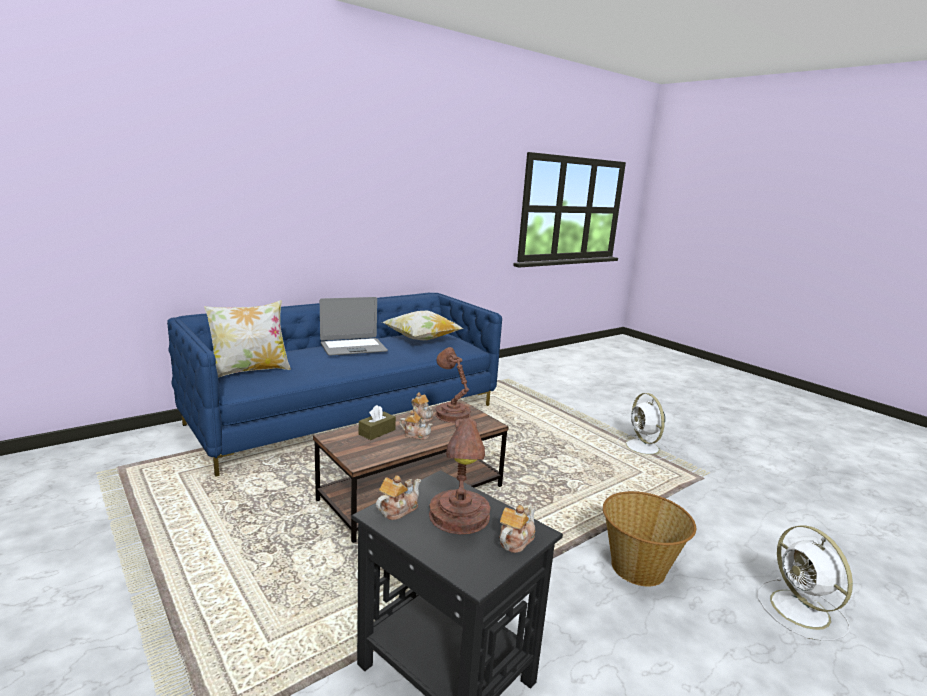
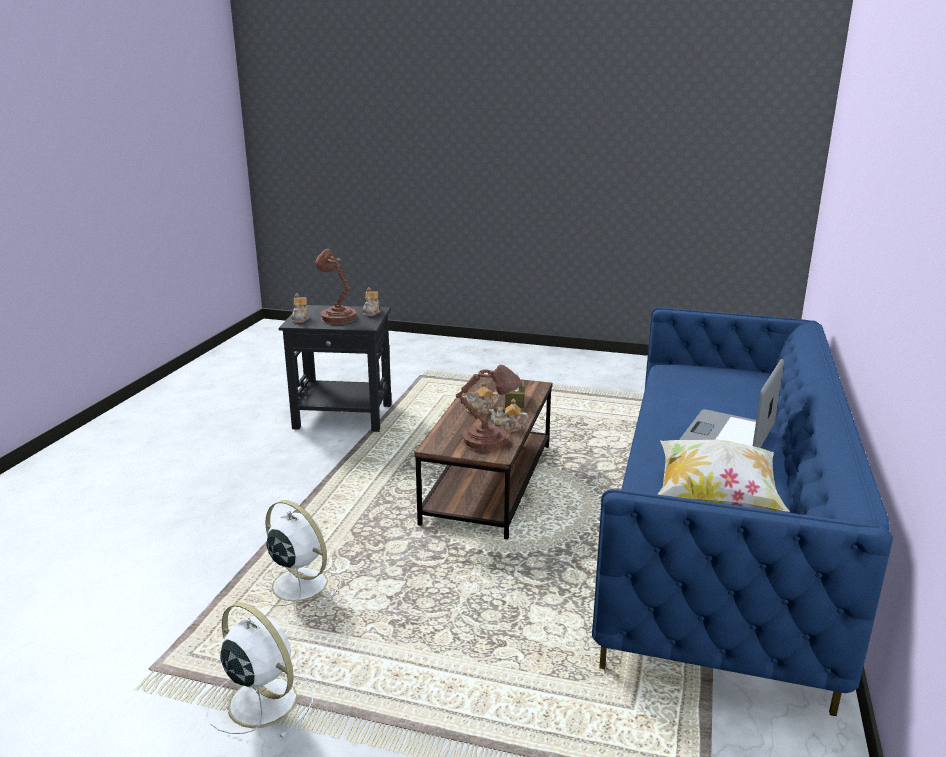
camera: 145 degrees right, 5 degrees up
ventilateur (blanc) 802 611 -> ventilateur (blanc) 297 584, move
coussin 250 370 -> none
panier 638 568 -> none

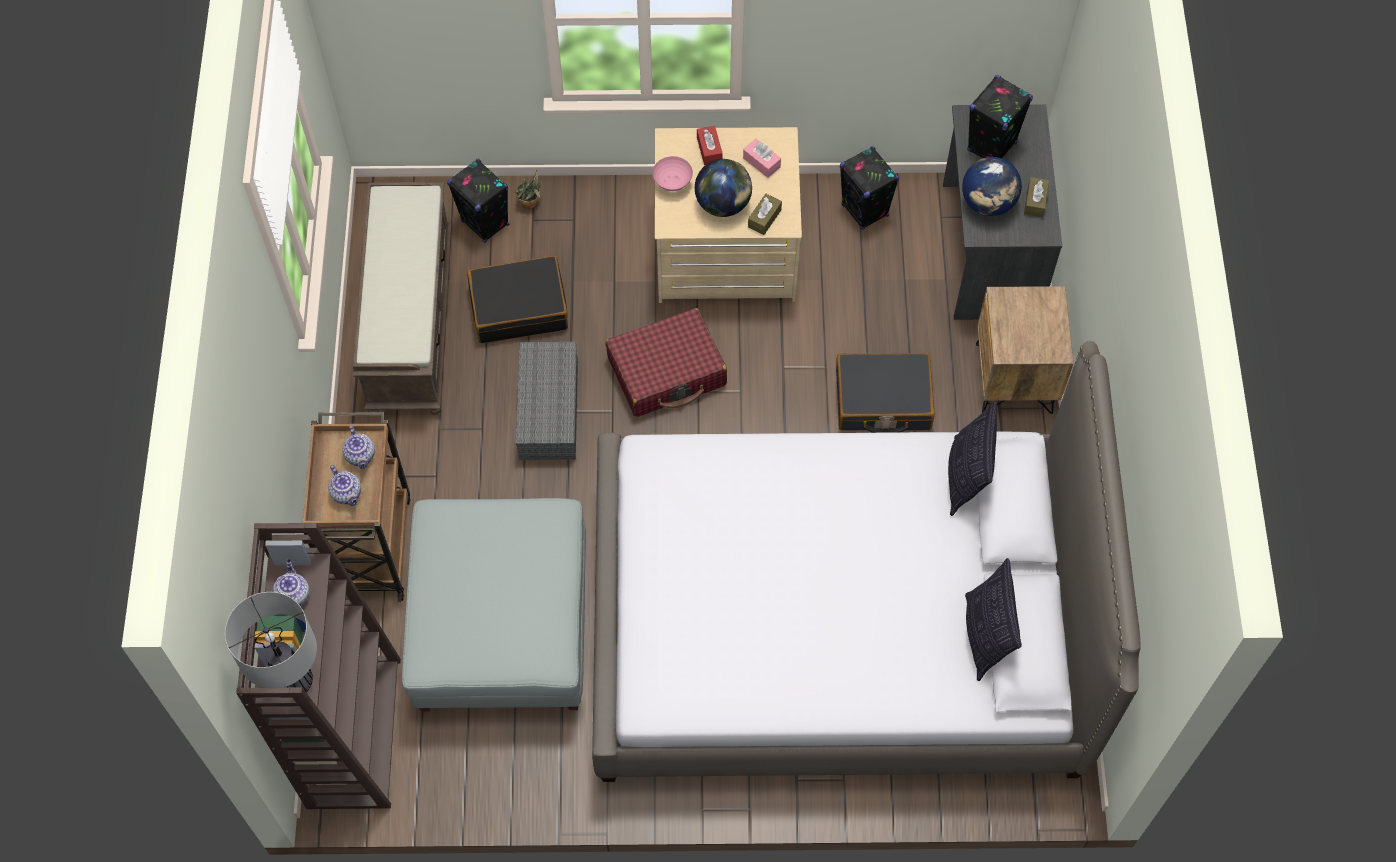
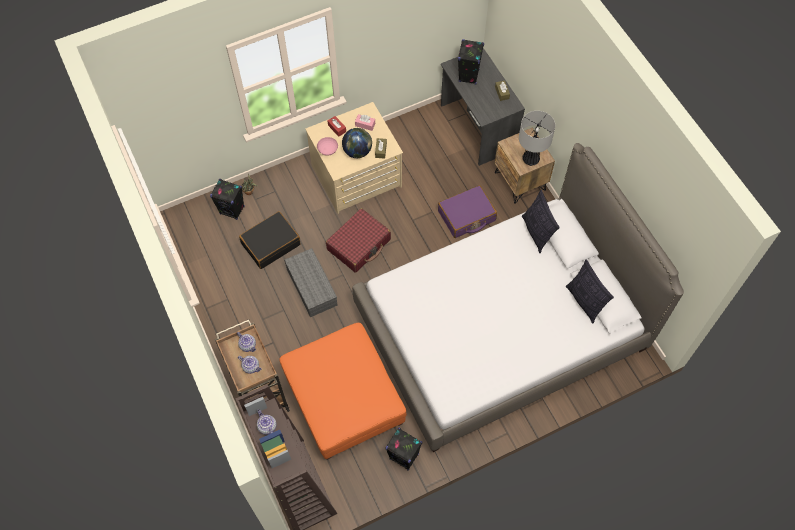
camera: 25 degrees left, 0 degrees up
pouf (gris) 503 626 -> pouf (orange) 345 400
enceinte (noir) 865 211 -> enceinte (noir) 404 457, move
valise (noir) 882 400 -> valise (violet) 466 216
lampe de table 293 682 -> lampe de table 530 160, move
banc (marron) 409 320 -> none
globe 988 203 -> none

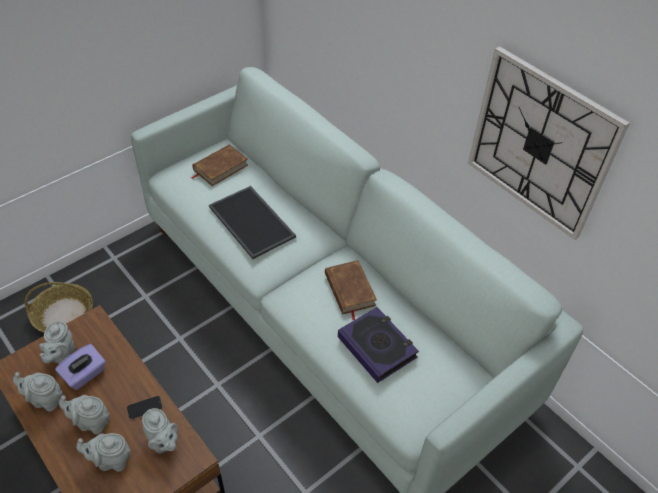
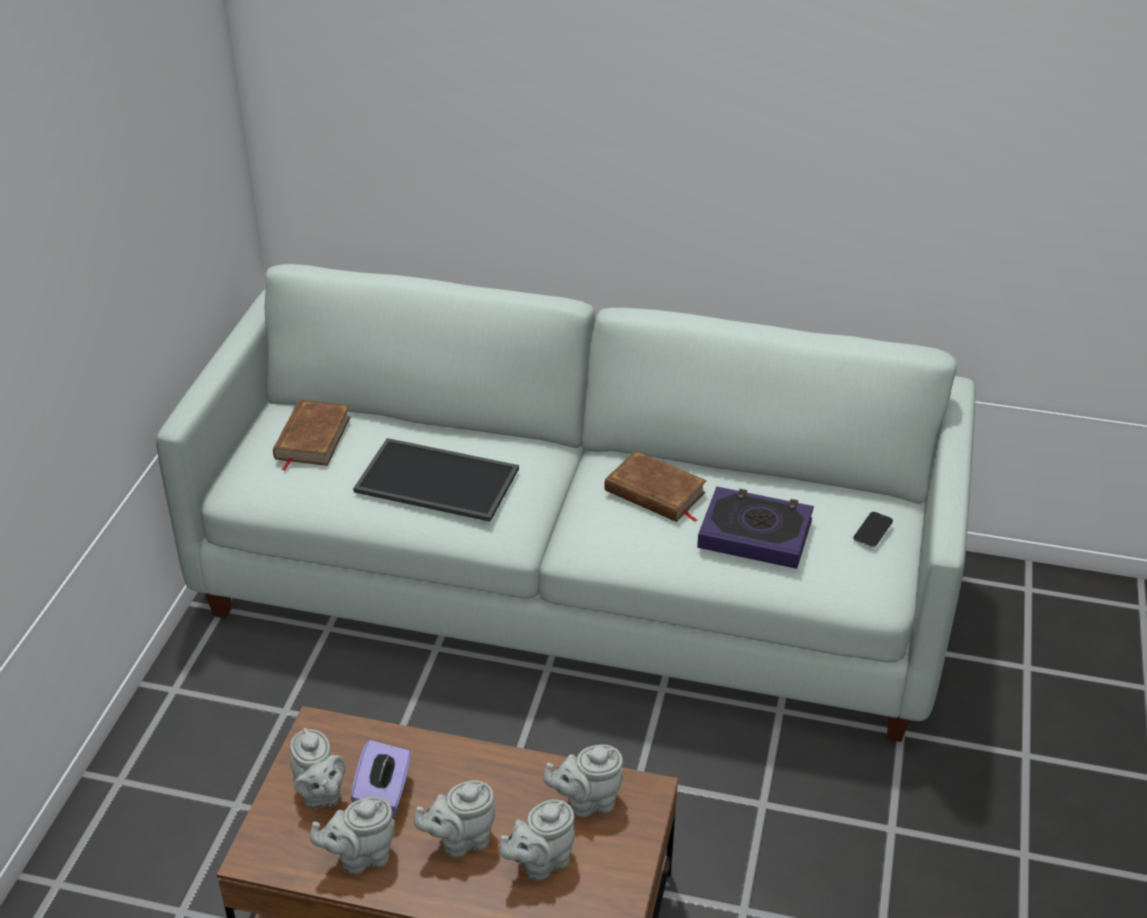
camera: 35 degrees left, 10 degrees down
théière (gris) 163 442 -> théière (gris) 587 802, 150 degrees clockwise
téléphone 145 408 -> téléphone 873 530, move
panier 63 315 -> none
horloge murale 540 144 -> none

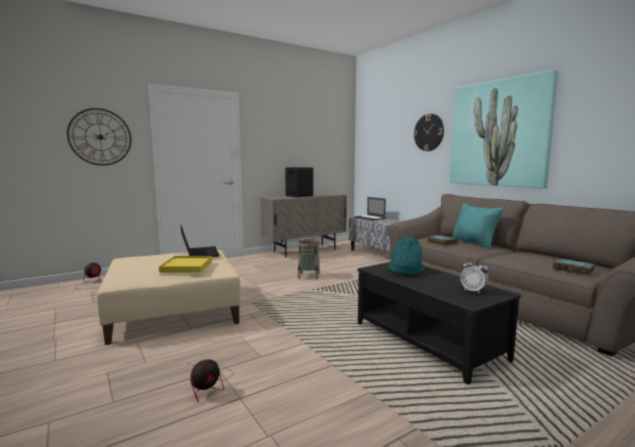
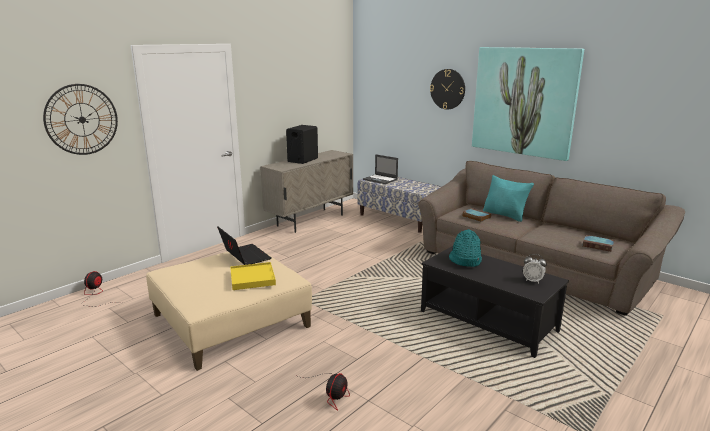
camera: 15 degrees left, 10 degrees up
panier 308 276 -> none

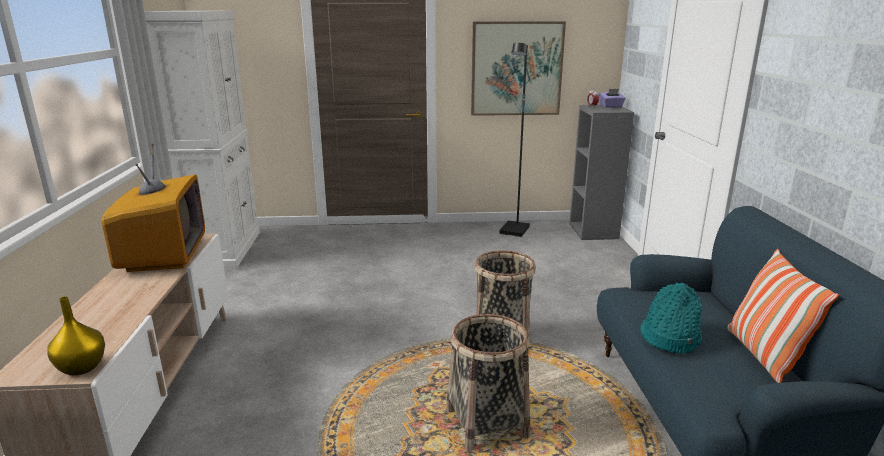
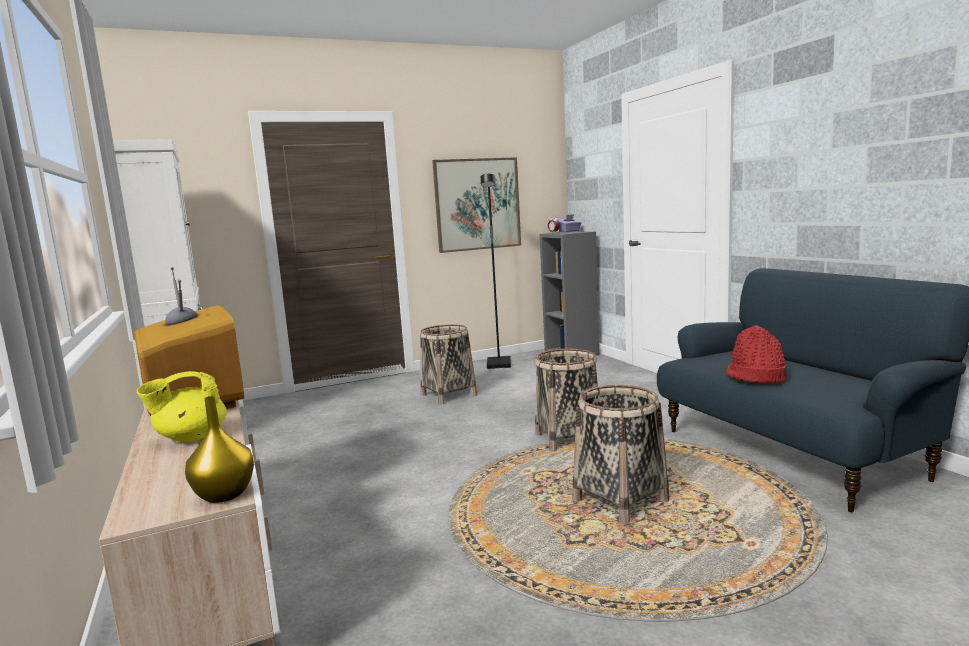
camera: 20 degrees left, 10 degrees down
none -> théière (jaune) 191 438
none -> panier 449 395
chapeau (turquoise) 669 337 -> chapeau (rouge) 755 377
coussin 763 355 -> none

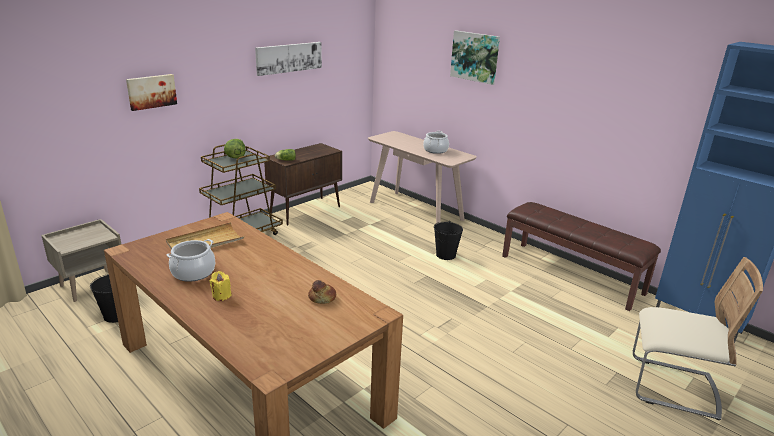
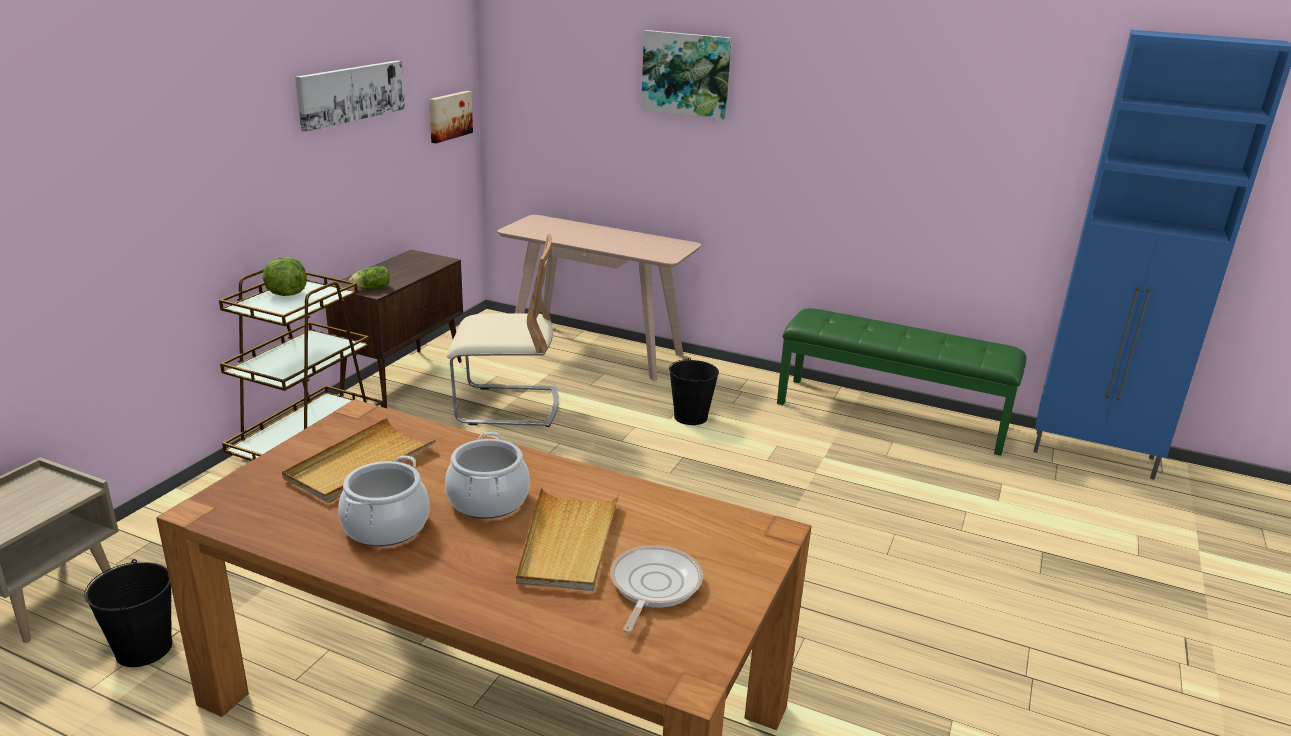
camera: 20 degrees left, 0 degrees up
tableau 151 91 -> tableau 449 116, move
marmite 435 150 -> marmite 488 500, move
chaise (beige) 672 387 -> chaise (beige) 507 406, move
none -> plateau (beige) 567 543
none -> poêle 653 586
banc (marron) 571 274 -> banc (vert) 891 414
bougie (jaune) 221 296 -> none
pain 322 298 -> none

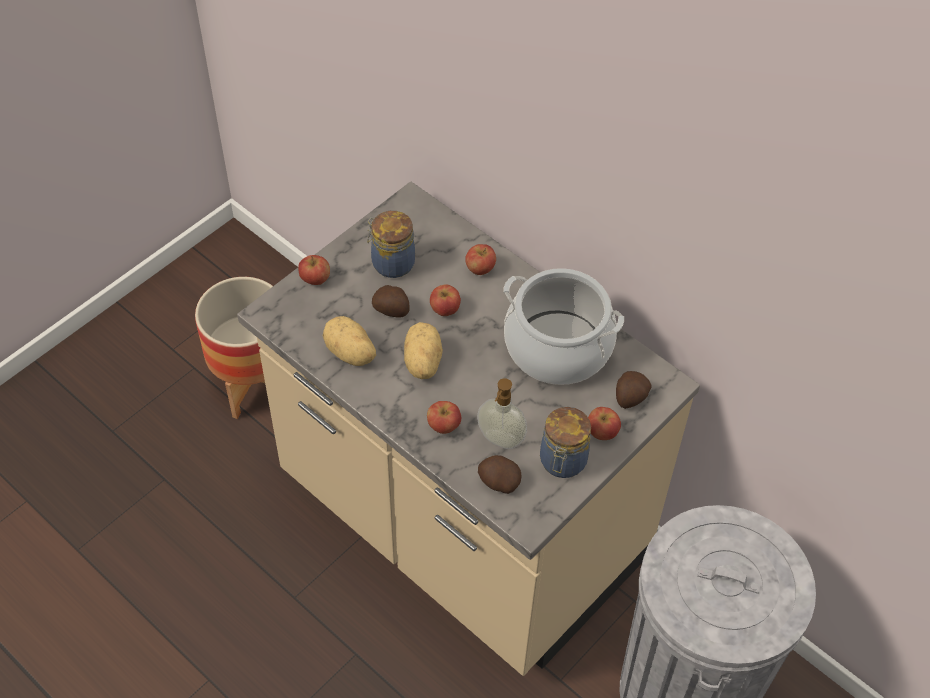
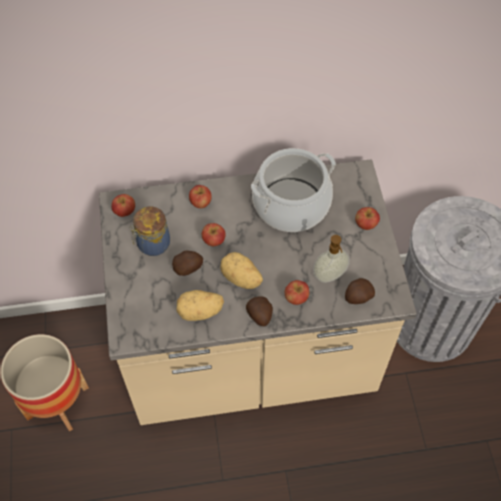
camera: 50 degrees left, 5 degrees up
pomme 315 279 -> pomme 125 212, move
pomme de terre 629 398 -> pomme de terre 260 316, move
bocal 562 462 -> none

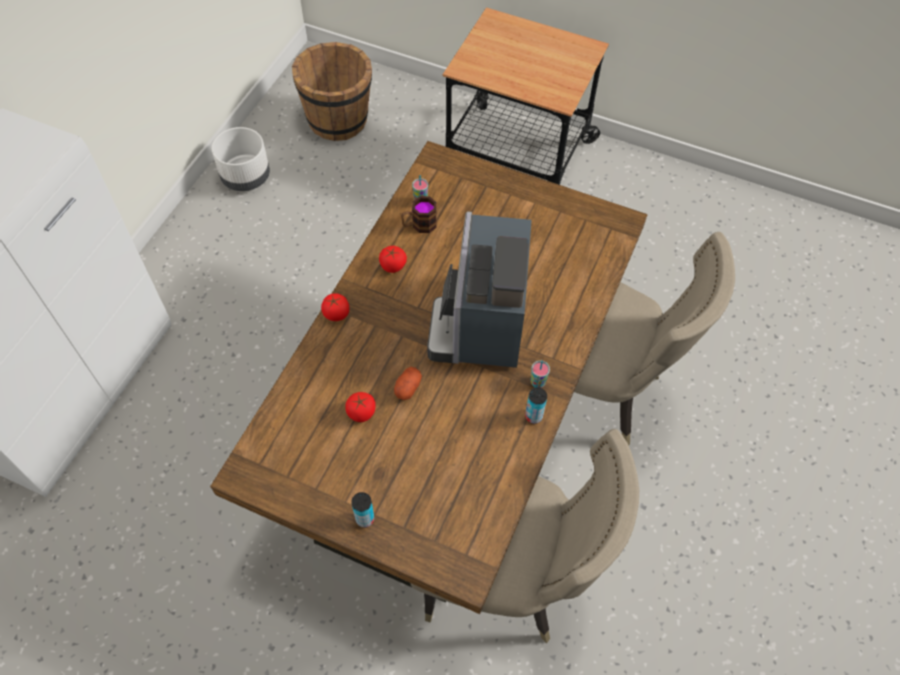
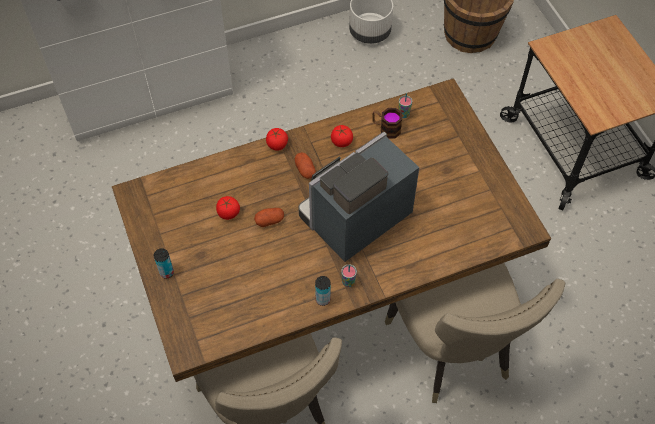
camera: 45 degrees right, 0 degrees up
none -> pomme de terre 305 170

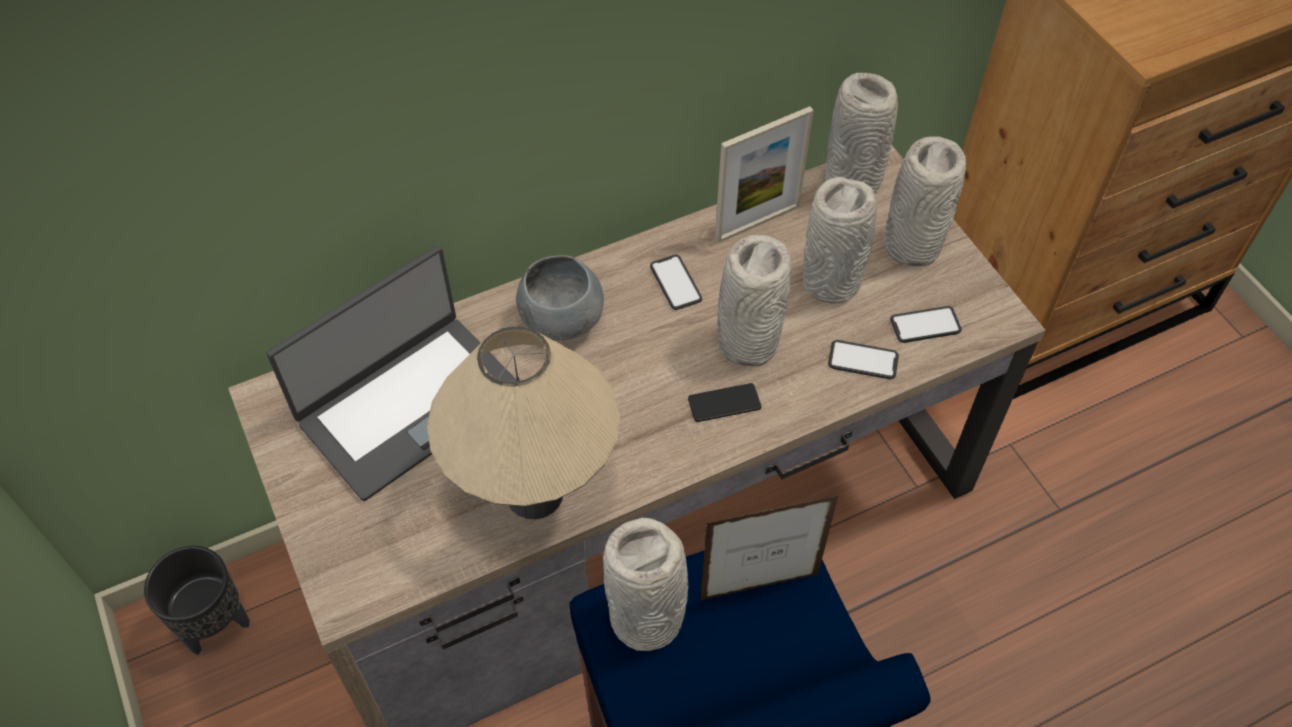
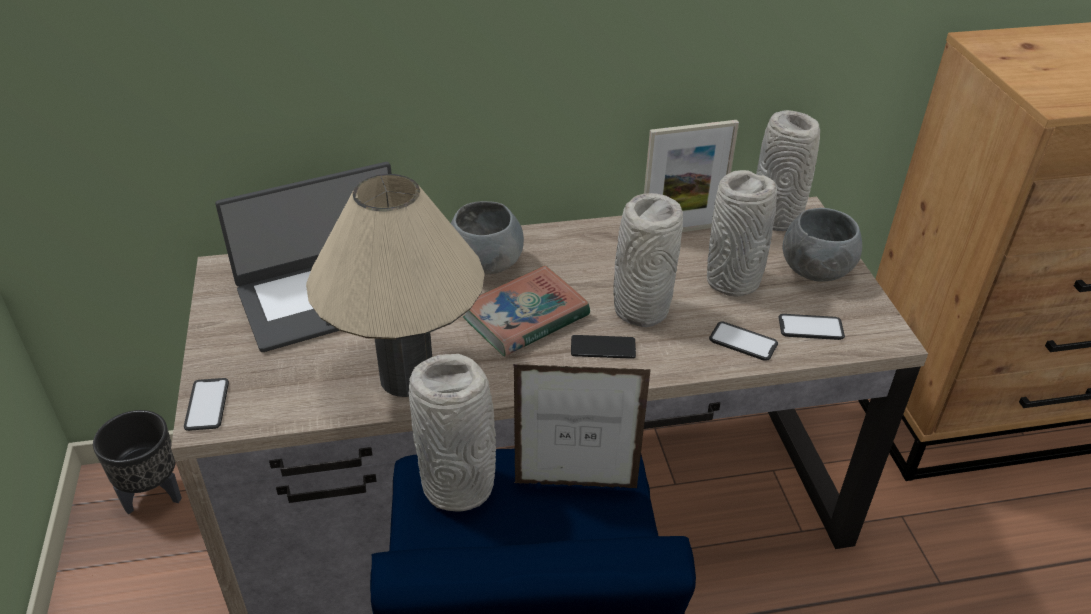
camera: 15 degrees right, 15 degrees down
téléphone 675 283 -> téléphone 207 405, move
none -> livre 525 317
vase (gris) 911 247 -> bol (gris) 815 270

